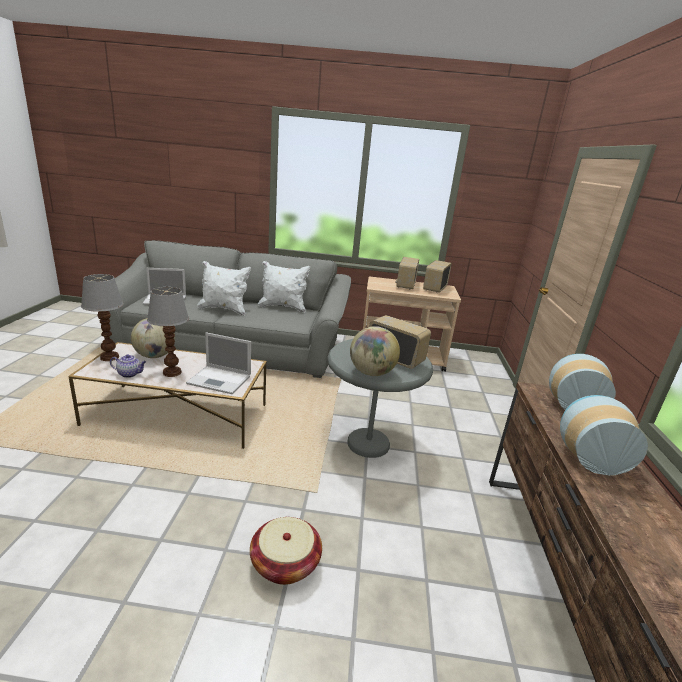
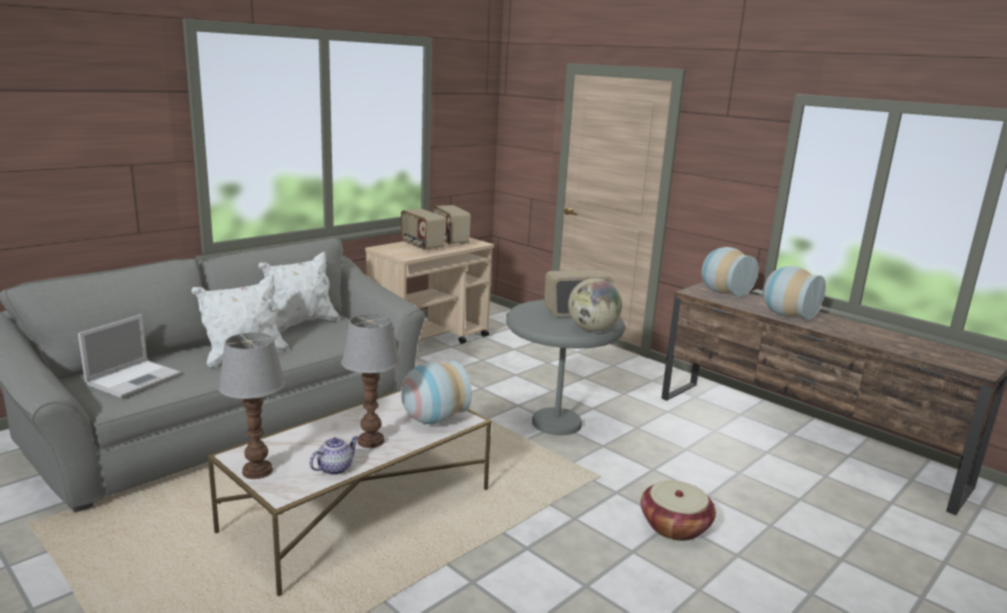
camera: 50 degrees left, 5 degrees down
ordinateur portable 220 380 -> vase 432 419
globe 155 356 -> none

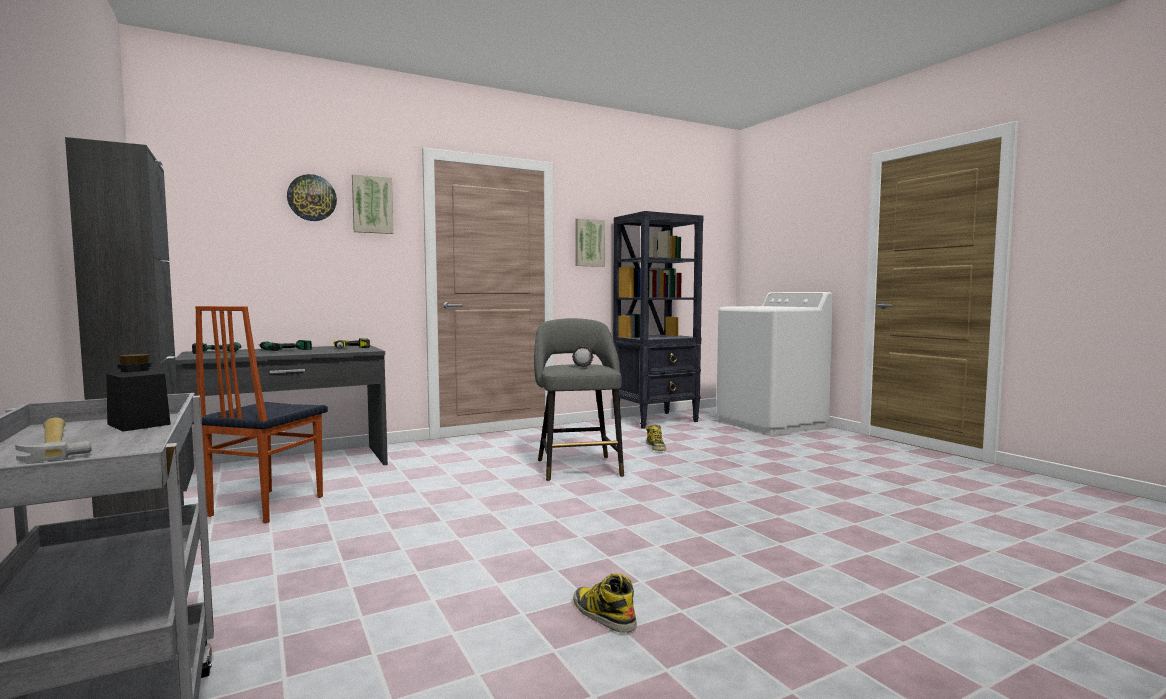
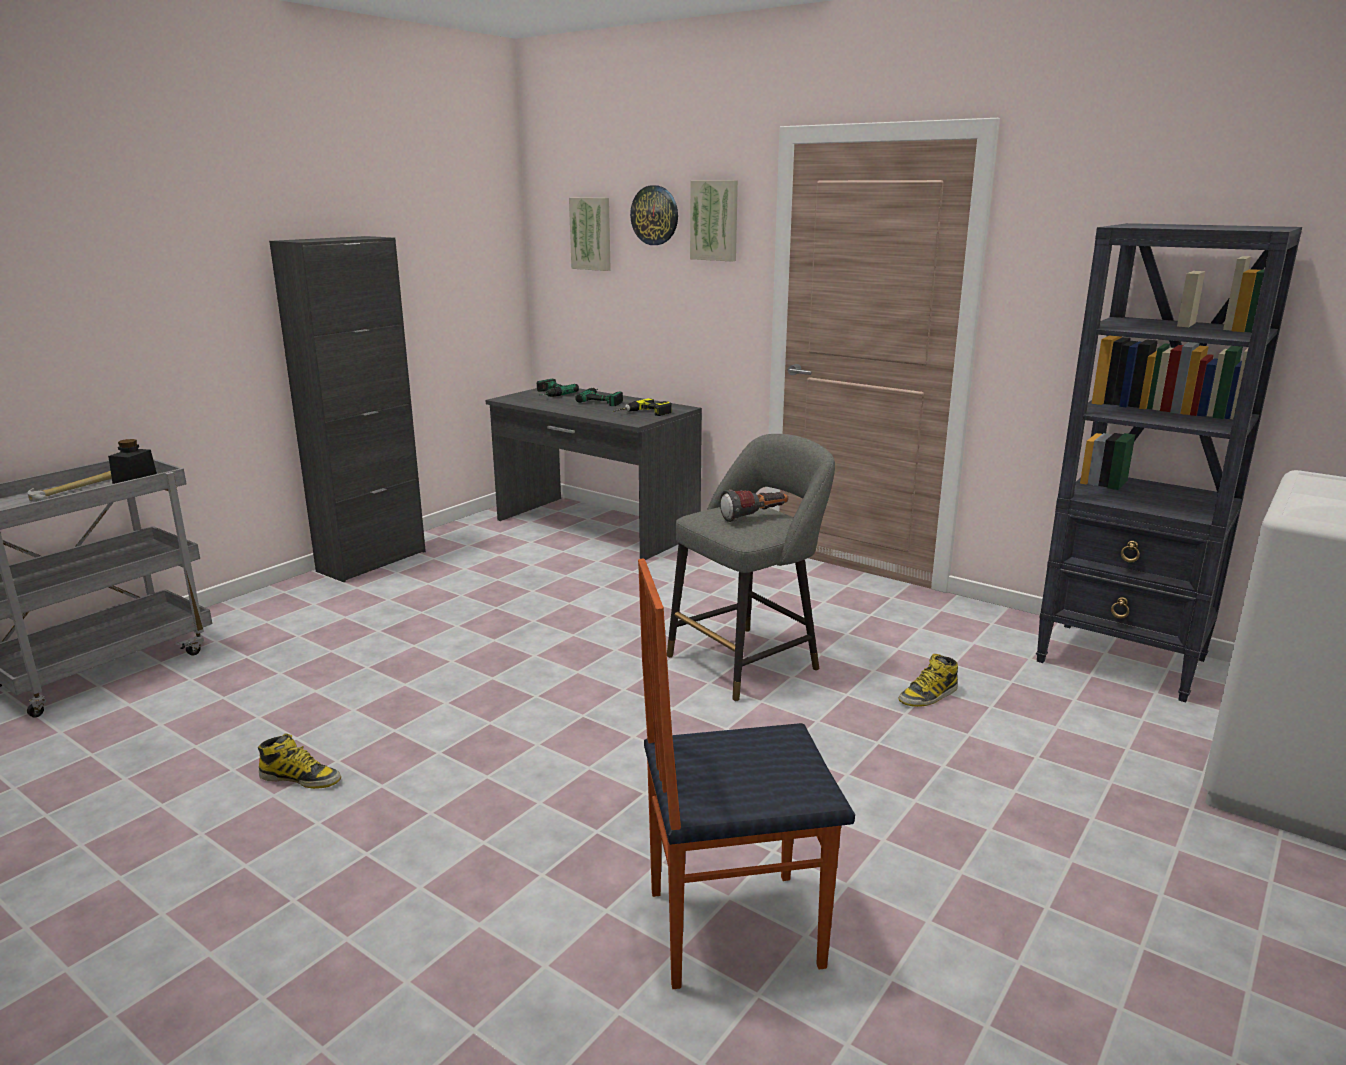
camera: 65 degrees right, 15 degrees up
botte 602 614 -> botte 301 778, 75 degrees clockwise
tableau 589 243 -> tableau 591 234, move
chaise 265 506 -> chaise 732 926, move

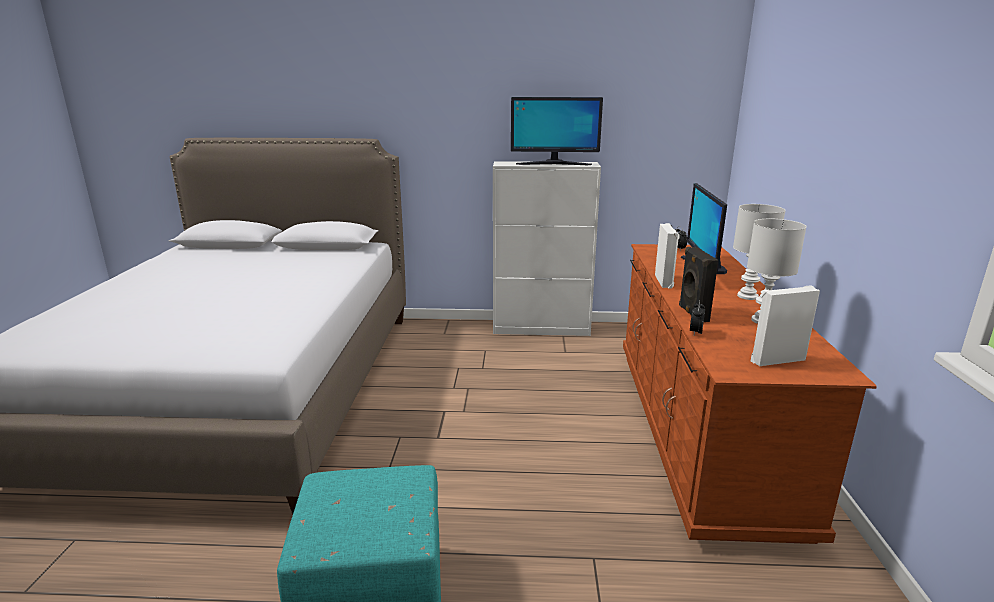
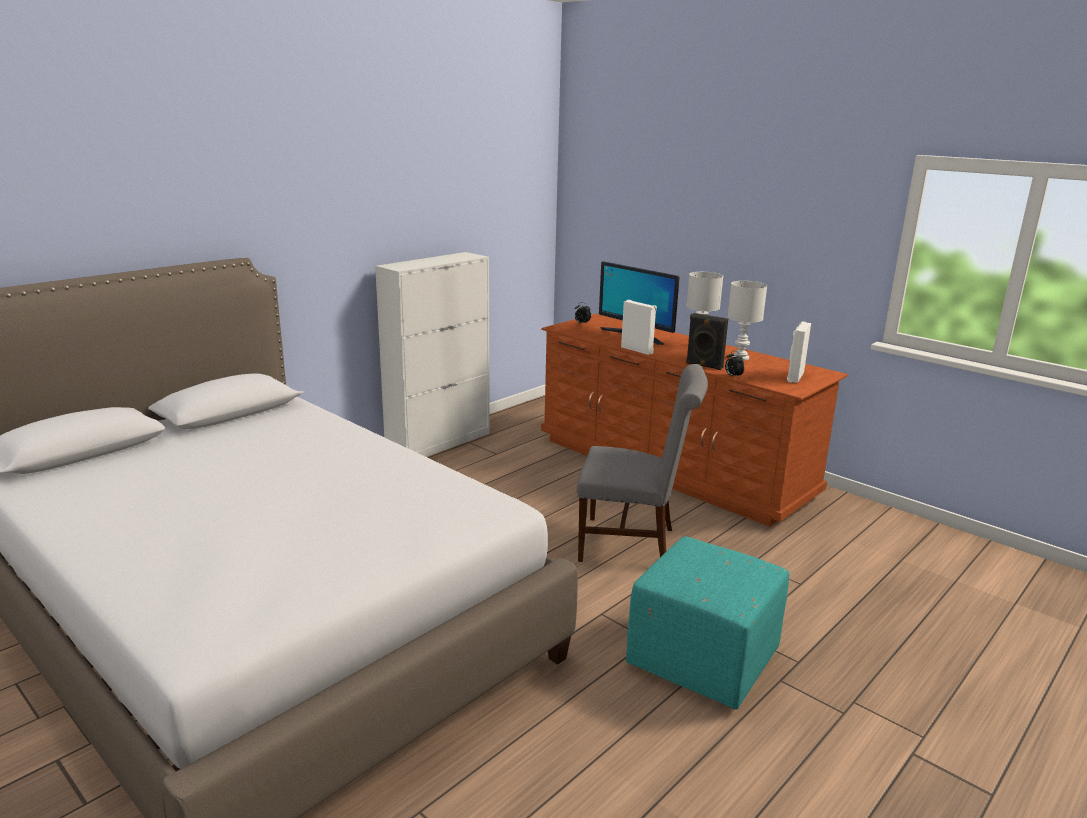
camera: 50 degrees left, 0 degrees up
none -> chaise (gris) 634 544
écran d'ordinateur 554 164 -> none

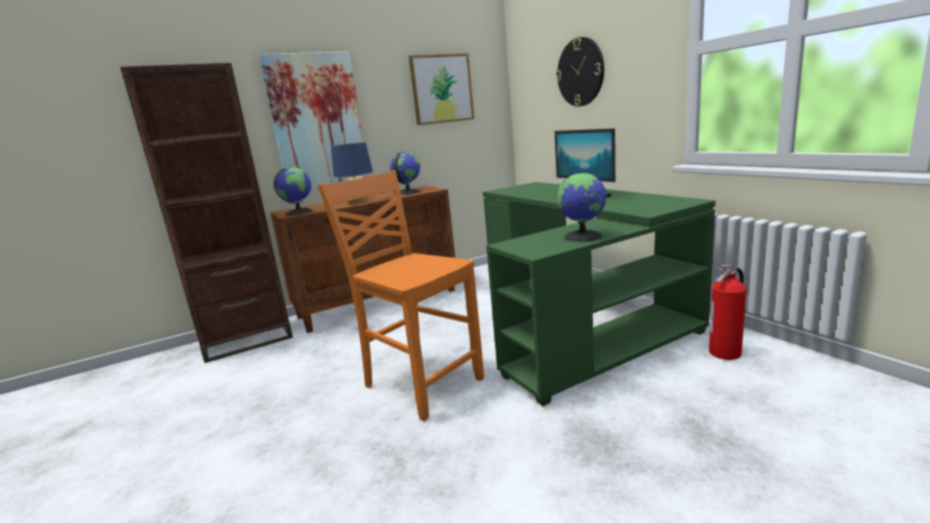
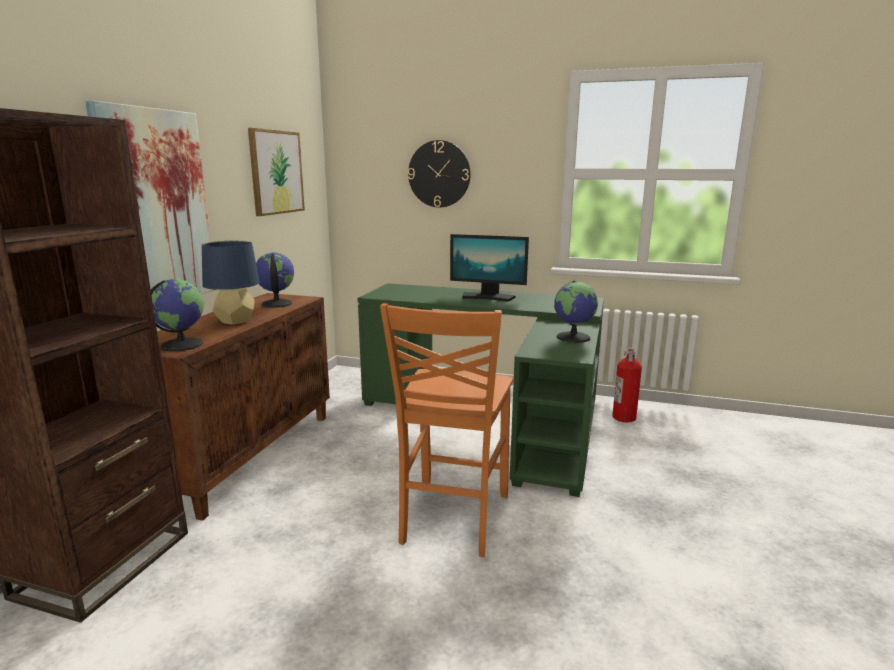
camera: 45 degrees left, 0 degrees up
chaise (orange) 421 383 -> chaise (orange) 452 519, 75 degrees counterclockwise

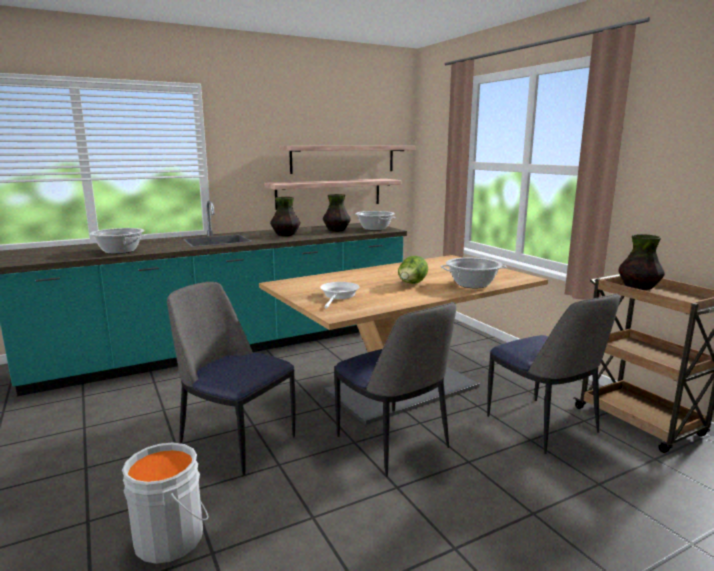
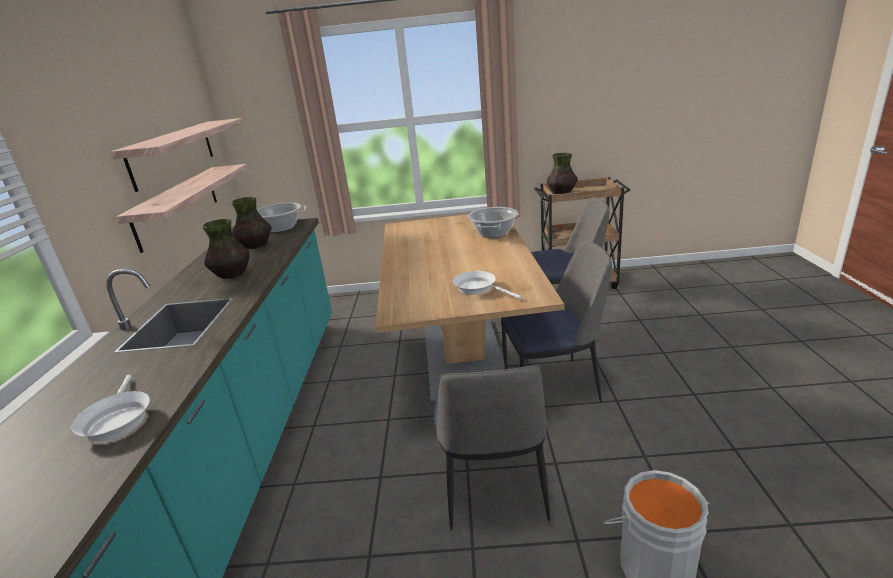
camera: 60 degrees left, 10 degrees up
marmite 119 251 -> poêle (blanc) 117 420
chaise 236 441 -> chaise 494 489, 60 degrees counterclockwise
laitue 412 284 -> none

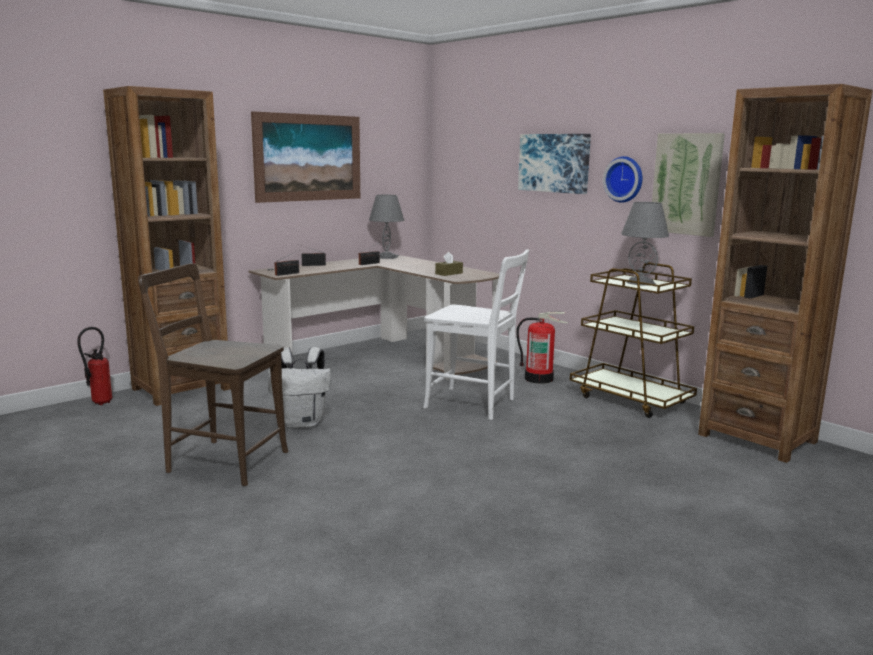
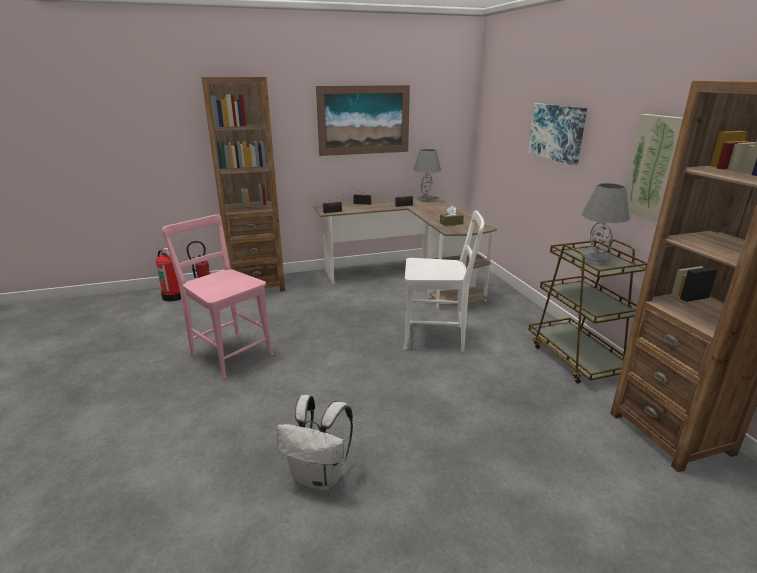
camera: 25 degrees right, 10 degrees up
extincteur 539 378 -> extincteur 174 296, move
chaise (marron) 222 461 -> chaise (rose) 229 353
sac à dos (blanc) 301 423 -> sac à dos (blanc) 319 477, move
chaise (blanc) 474 404 -> chaise (blanc) 437 337, 45 degrees counterclockwise
horloge murale 624 179 -> none

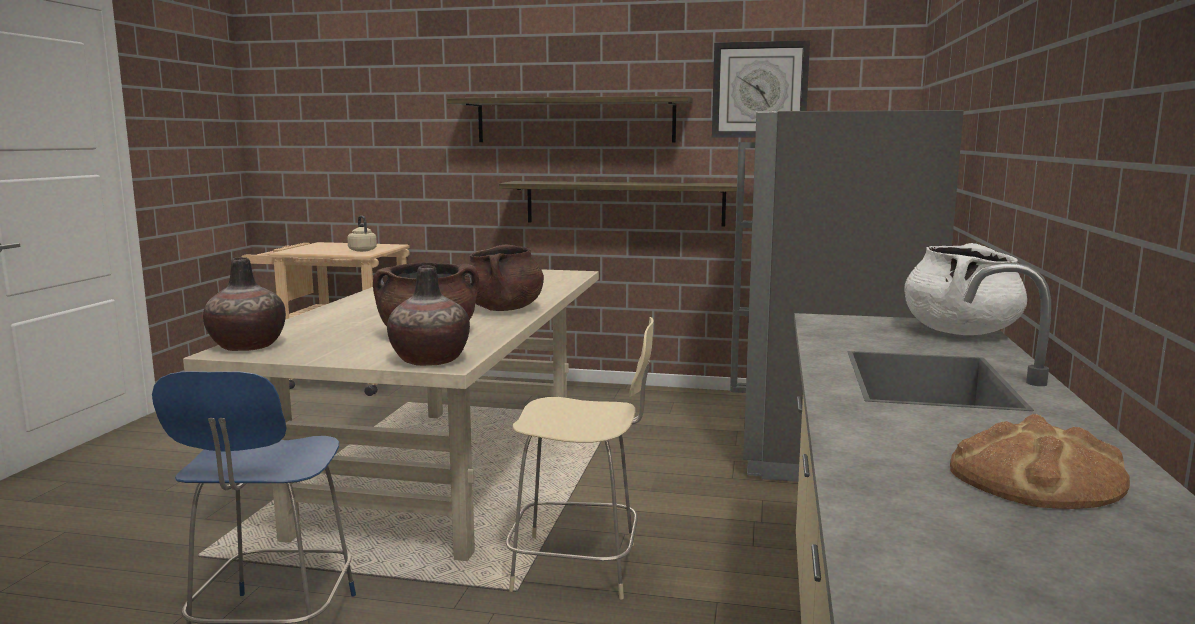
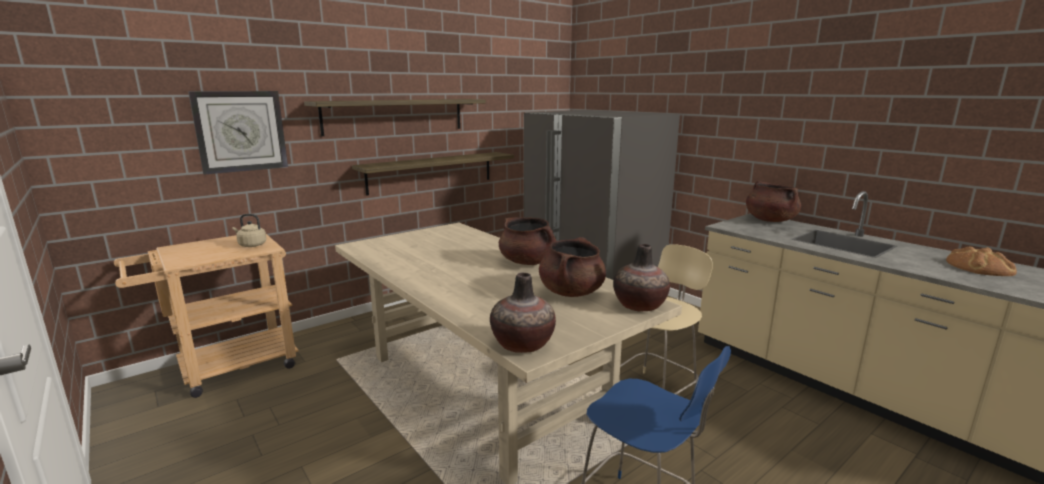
camera: 50 degrees left, 5 degrees up
horloge murale 759 90 -> horloge murale 240 131, move
marmite (blanc) 960 332 -> marmite (marron) 770 220

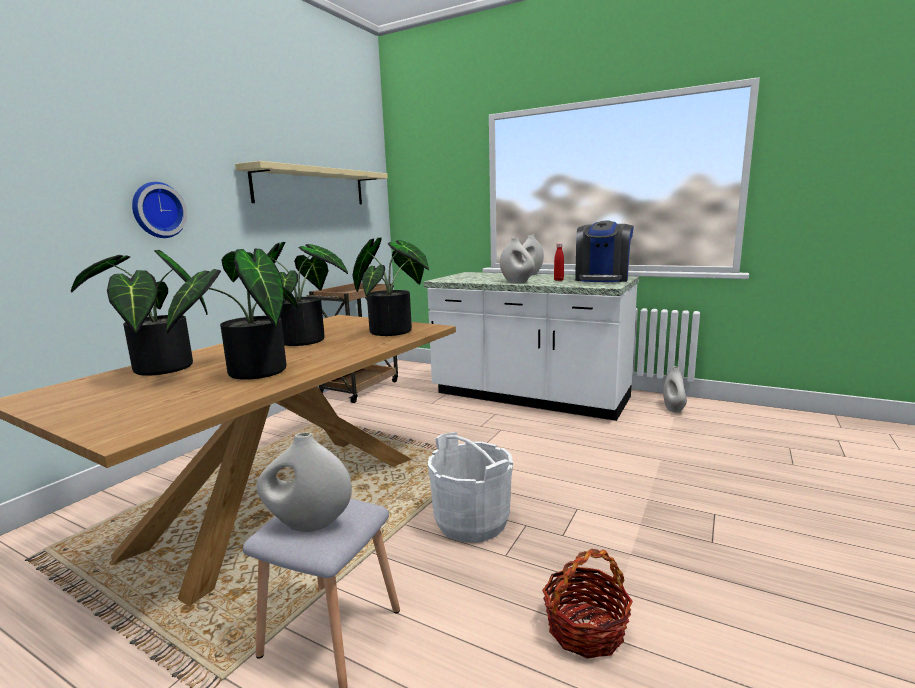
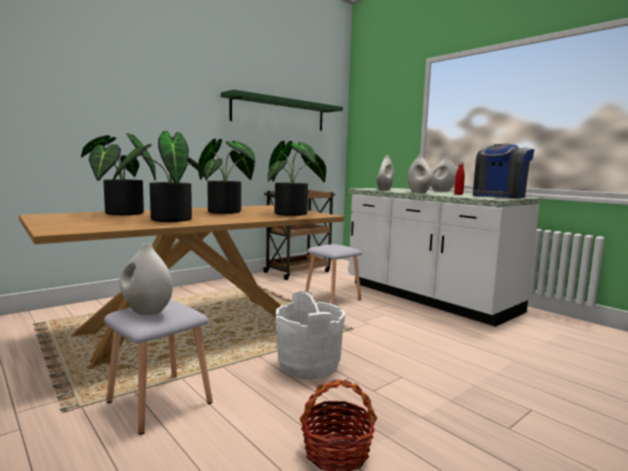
camera: 20 degrees right, 5 degrees down
étagère (beige) 311 187 -> étagère (vert) 279 113
none -> tabouret (gris) 333 298
vase (blanc) 673 409 -> vase (blanc) 384 190, move
horloge murale 157 210 -> none

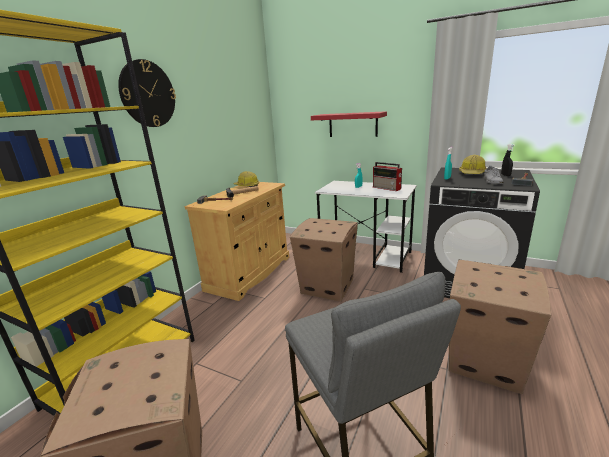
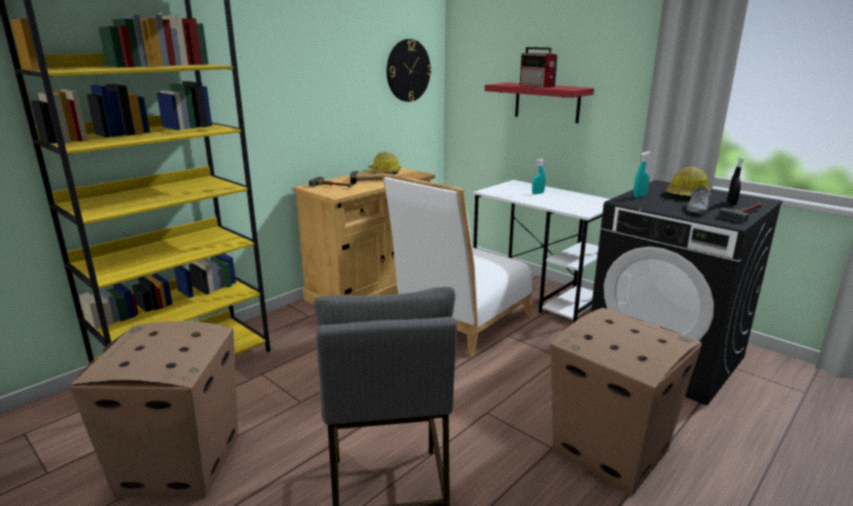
camera: 15 degrees right, 0 degrees up
carton 326 286 -> chaise (blanc) 459 323
horloge murale 148 94 -> horloge murale 408 70, move
radio 387 188 -> radio 537 86, move

